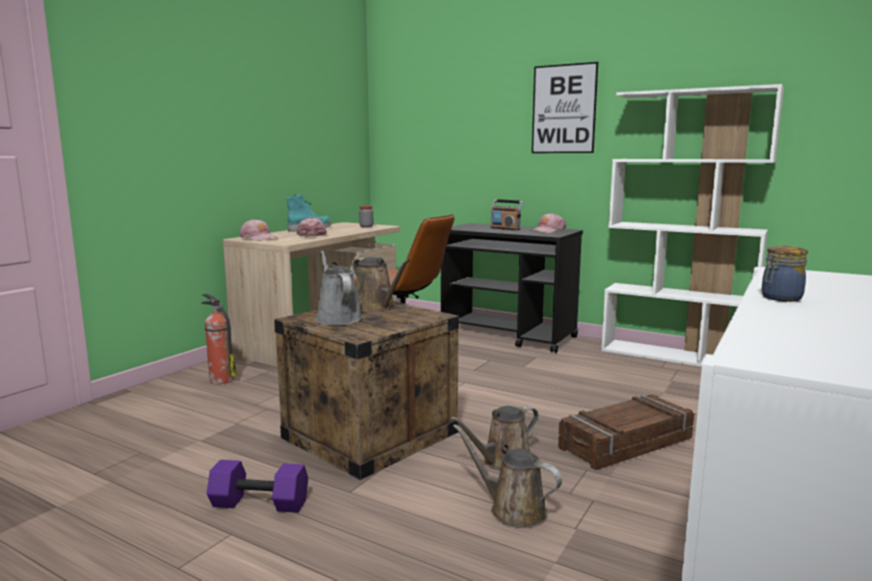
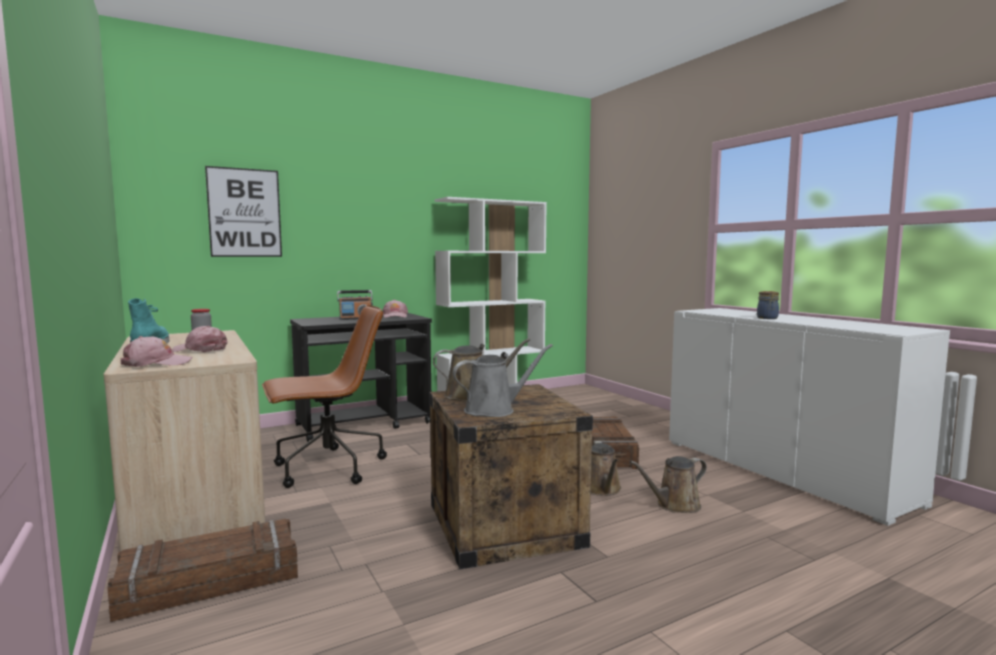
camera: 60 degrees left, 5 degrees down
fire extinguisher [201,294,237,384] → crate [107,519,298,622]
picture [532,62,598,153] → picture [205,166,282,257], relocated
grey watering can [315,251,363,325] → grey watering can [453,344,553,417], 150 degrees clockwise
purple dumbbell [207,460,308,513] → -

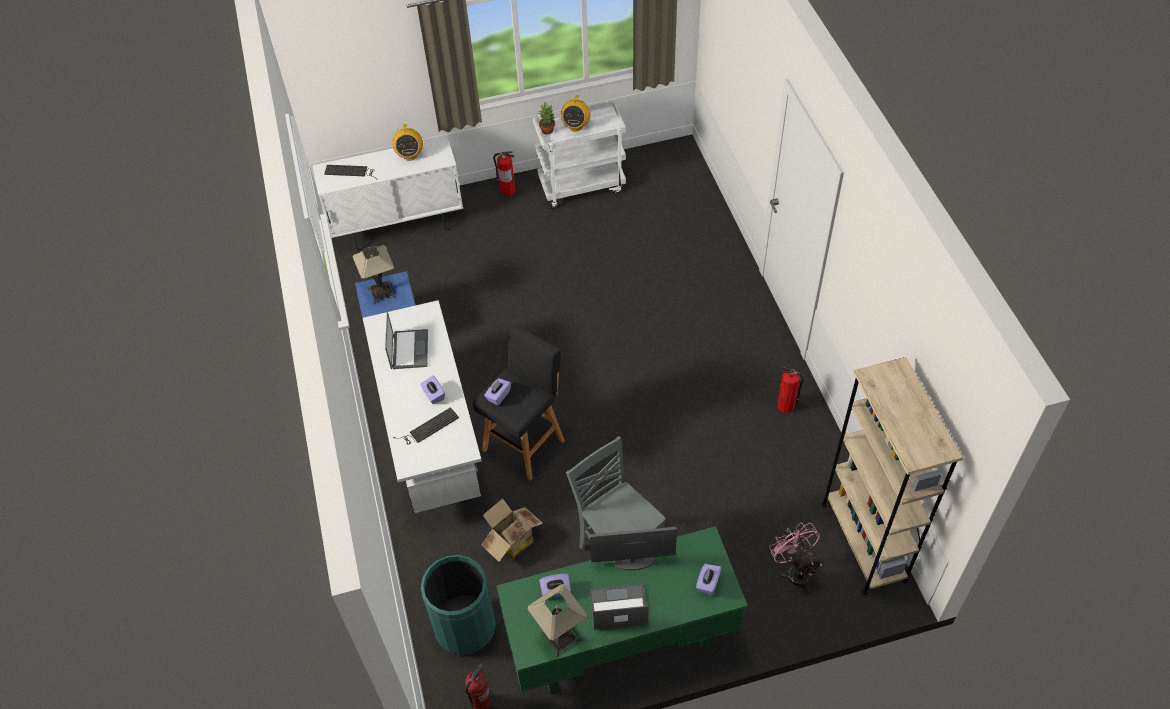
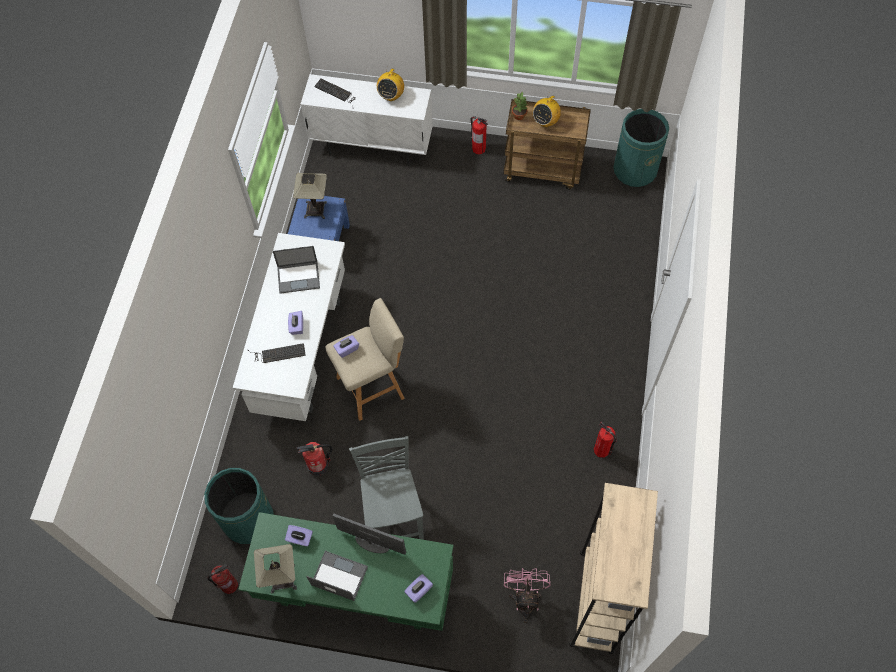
camera: 25 degrees right, 10 degrees up
laptop [385,312,428,369] → laptop [273,246,320,294], 60 degrees clockwise
cardboard box [481,498,543,562] → fire extinguisher [296,442,332,475]
black stool [473,325,565,481] → beige stool [325,298,405,421]
white cart [533,100,626,209] → brown cart [504,99,591,190]
- → green trash can [614,109,669,187]

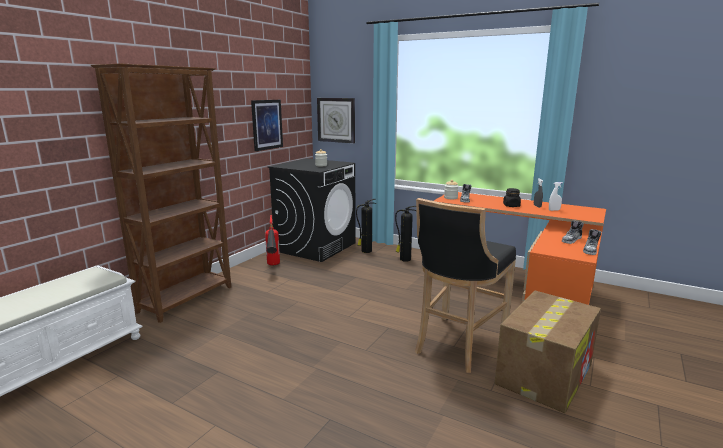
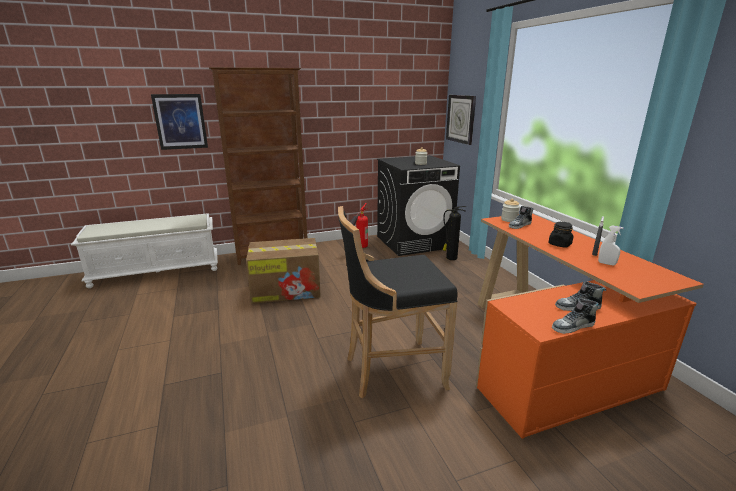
camera: 40 degrees right, 5 degrees up
picture [251,100,283,151] → picture [151,94,208,150], relocated
cardboard box [495,291,601,413] → cardboard box [246,238,321,304], relocated
fire extinguisher [395,206,416,262] → -

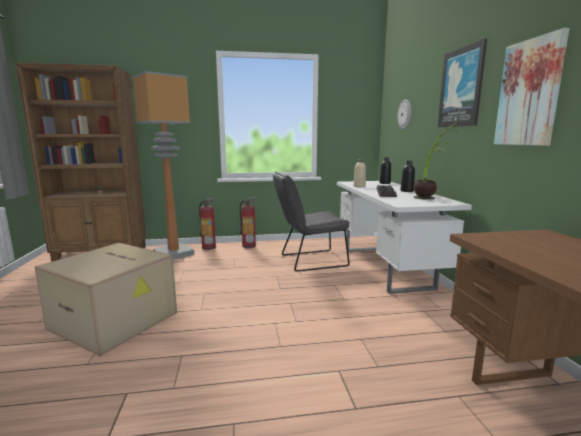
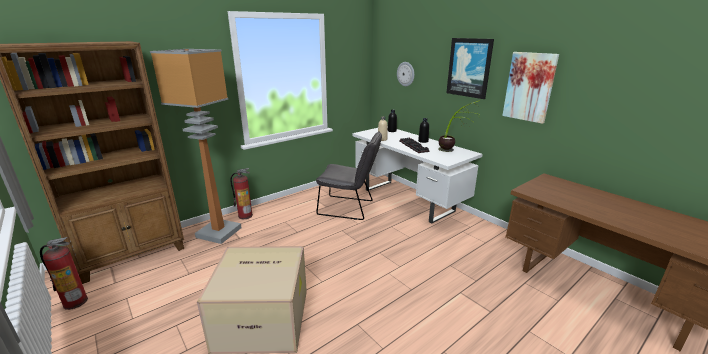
camera: 30 degrees left, 10 degrees up
fire extinguisher [240,197,257,248] → fire extinguisher [40,237,88,310], relocated
grey chair [273,171,350,272] → grey chair [316,131,382,220], 120 degrees counterclockwise

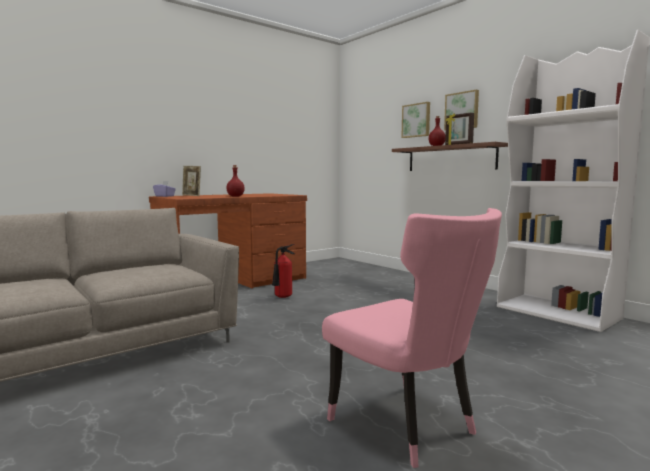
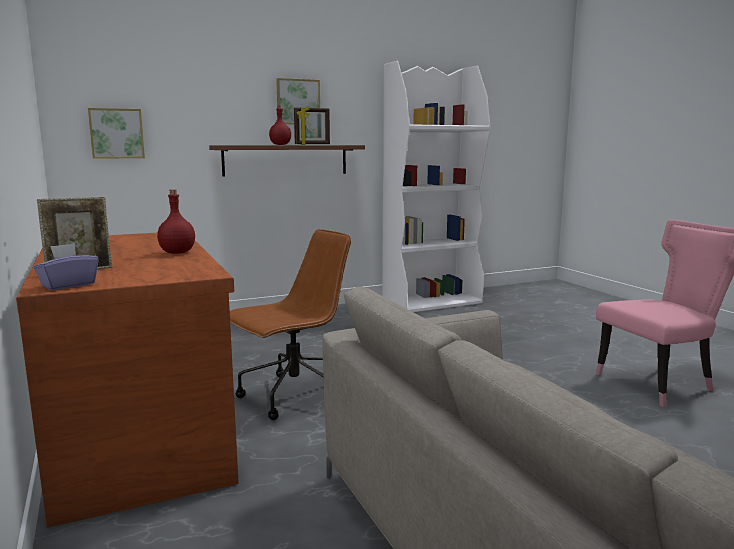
camera: 75 degrees left, 5 degrees up
picture [401,102,430,138] → picture [88,108,145,159], relocated
fire extinguisher [272,244,295,298] → brown office chair [230,229,351,420]

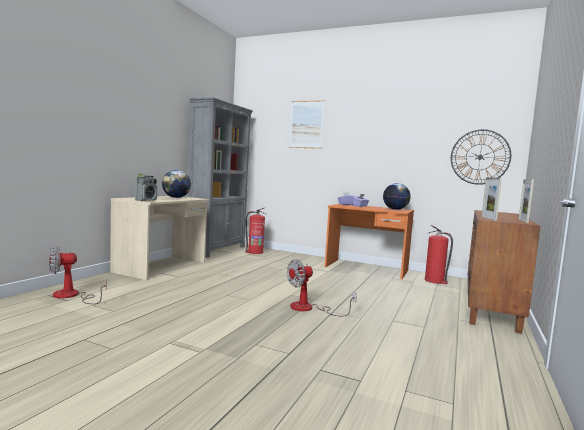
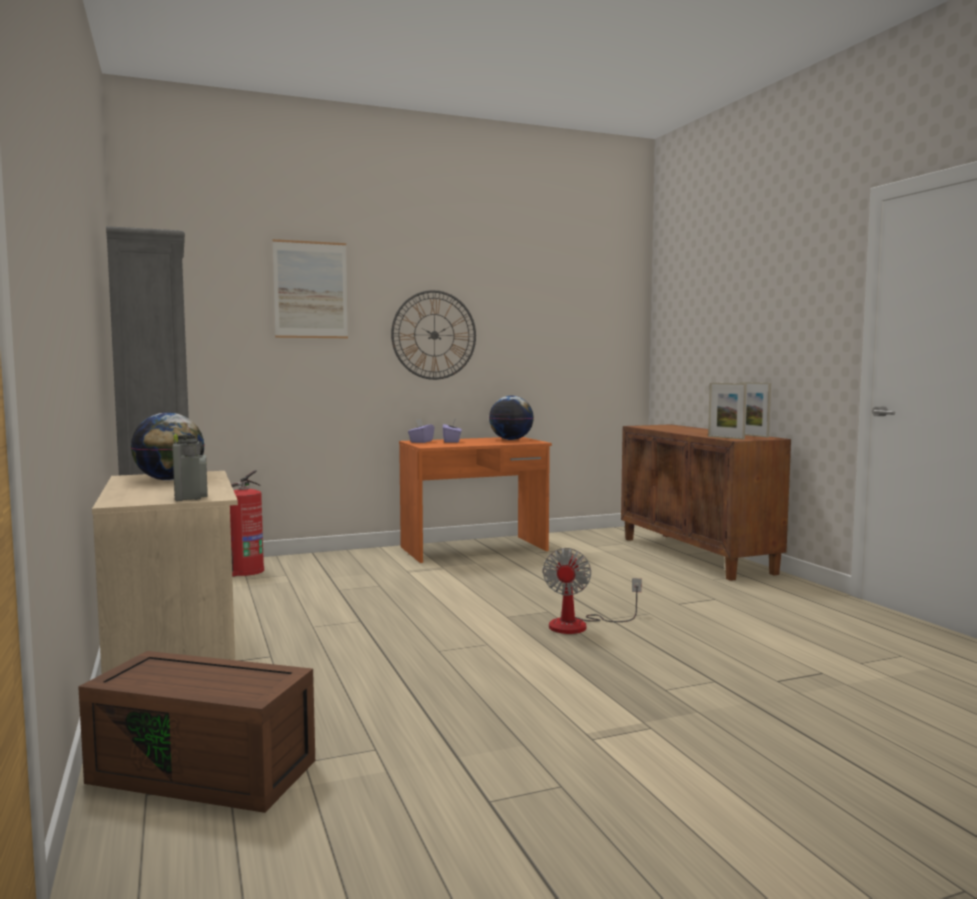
camera: 45 degrees left, 0 degrees up
fan [49,245,107,304] → brown storage box [78,651,315,813]
wall clock [451,129,511,185] → wall clock [391,290,476,380], relocated
fire extinguisher [425,225,453,284] → -

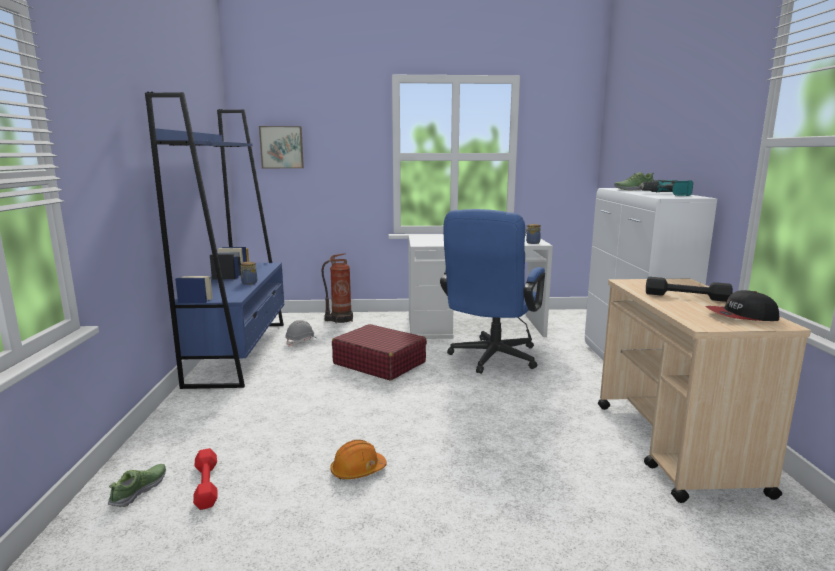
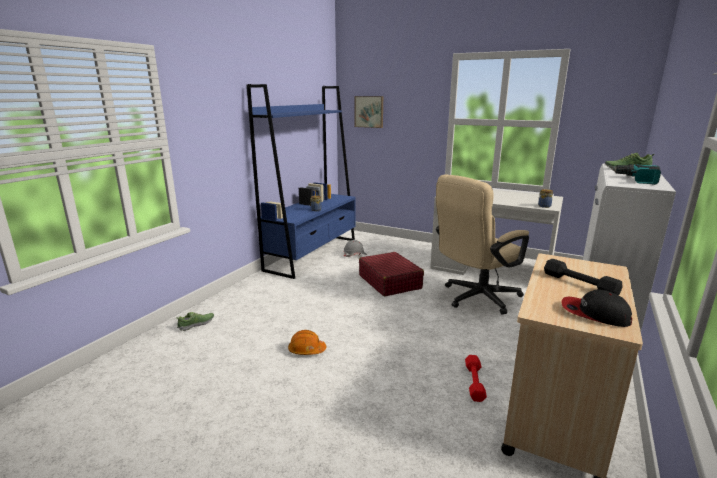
camera: 30 degrees right, 5 degrees up
blue office chair [440,209,545,374] → beige office chair [436,175,529,314]
red dumbbell [193,448,218,510] → red dumbbell [465,355,487,402], relocated
fire extinguisher [322,253,353,323] → -

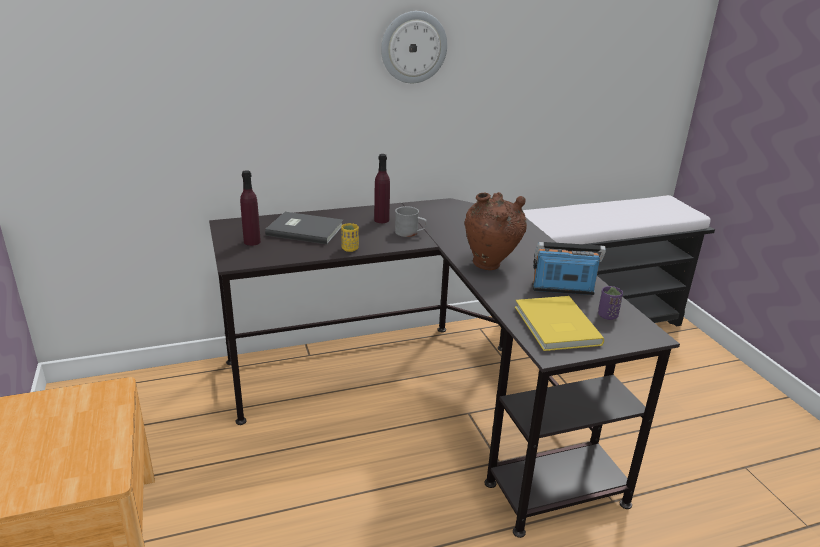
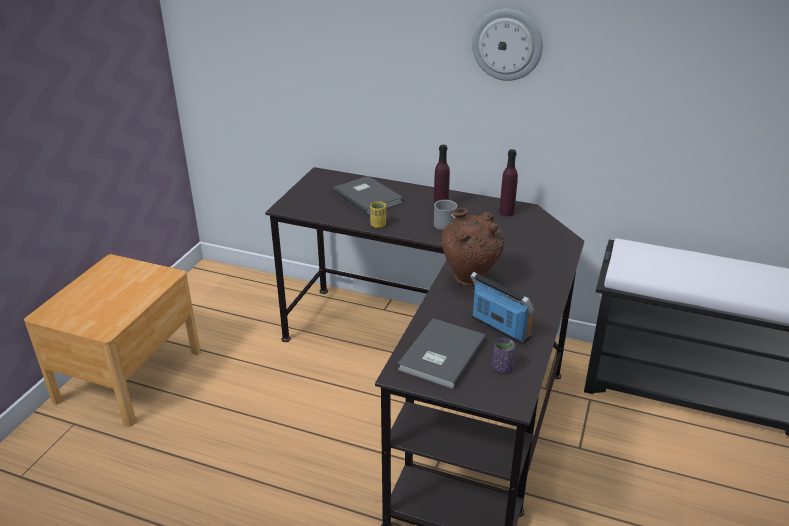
camera: 40 degrees right, 5 degrees up
yellow book [515,296,604,351] → grey book [398,319,486,389]
purple bottle [240,170,261,246] → purple bottle [499,149,518,216], relocated

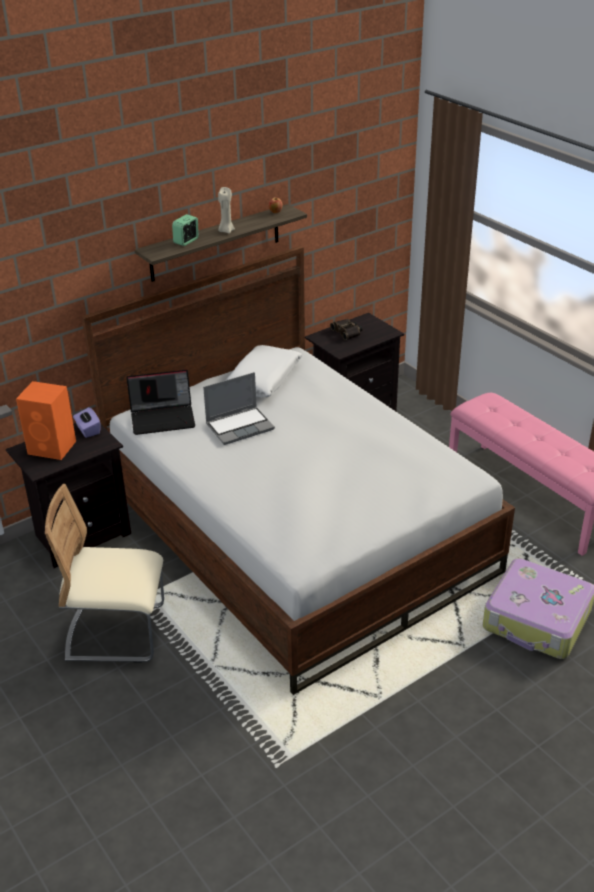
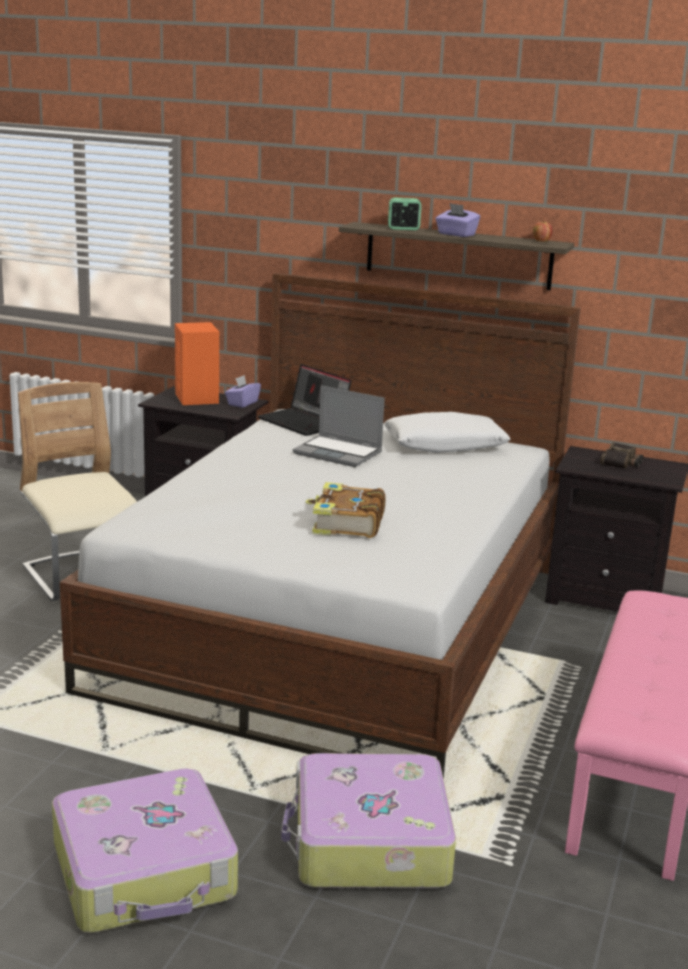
camera: 55 degrees right, 15 degrees down
- → suitcase [52,768,238,933]
- → book [305,482,386,538]
beige candle [218,187,235,234] → purple tissue box [436,203,480,237]

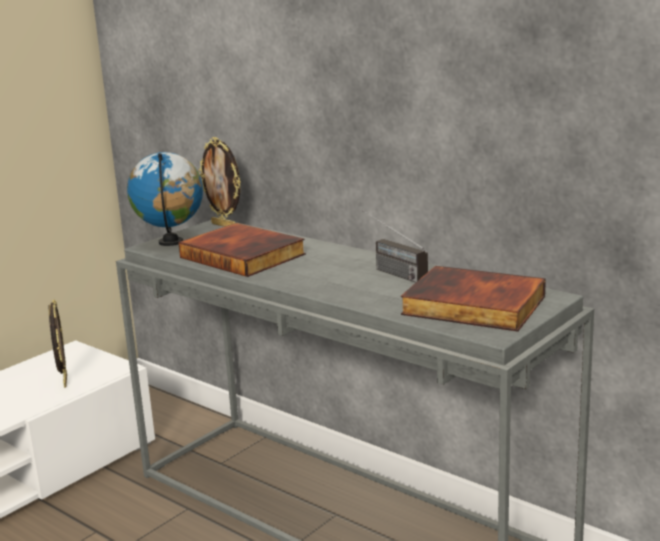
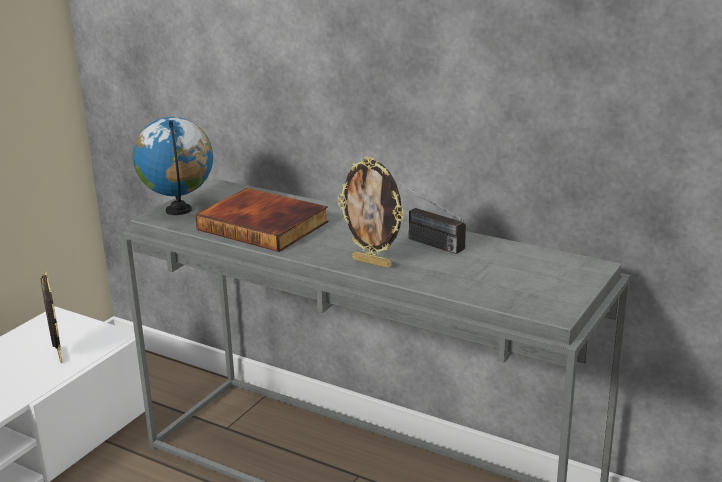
camera: 10 degrees left, 5 degrees up
picture frame [198,137,241,227] → picture frame [338,157,404,268], relocated
book [401,266,546,332] → -

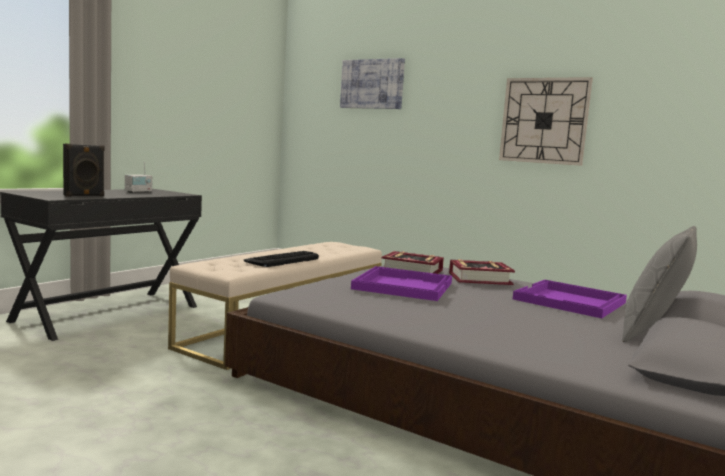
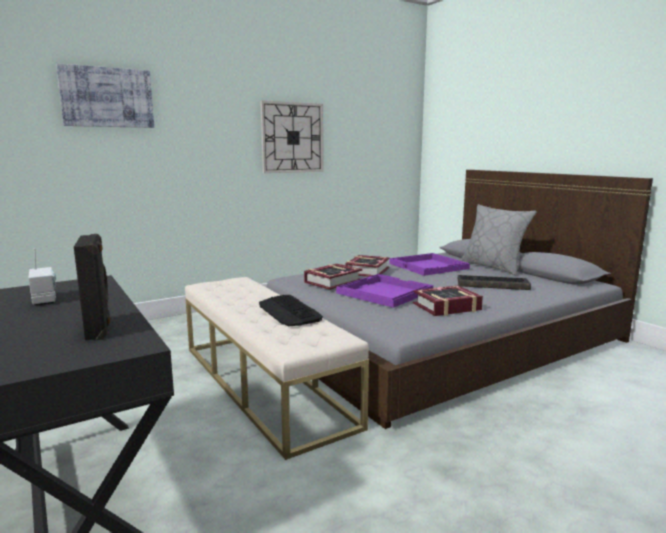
camera: 65 degrees left, 5 degrees up
- → book [413,286,483,316]
- → keyboard [458,275,531,290]

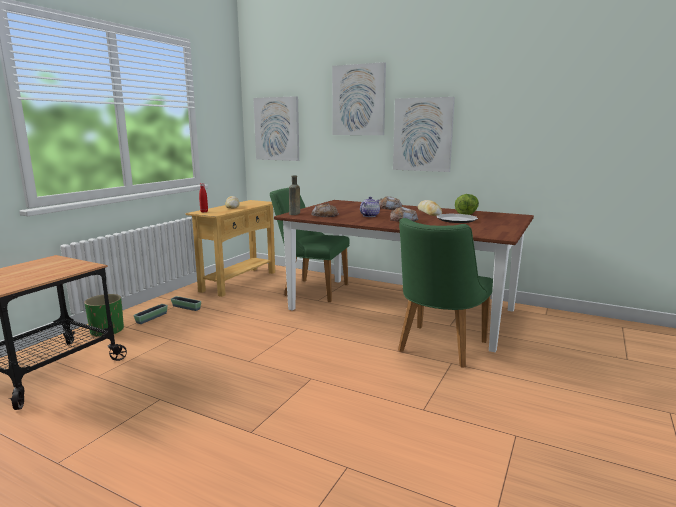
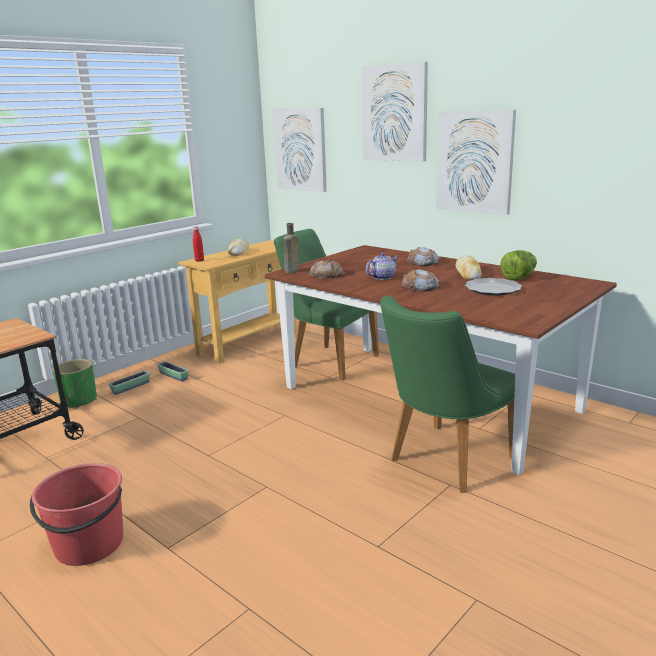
camera: 15 degrees right, 5 degrees up
- → red bucket [30,463,123,566]

